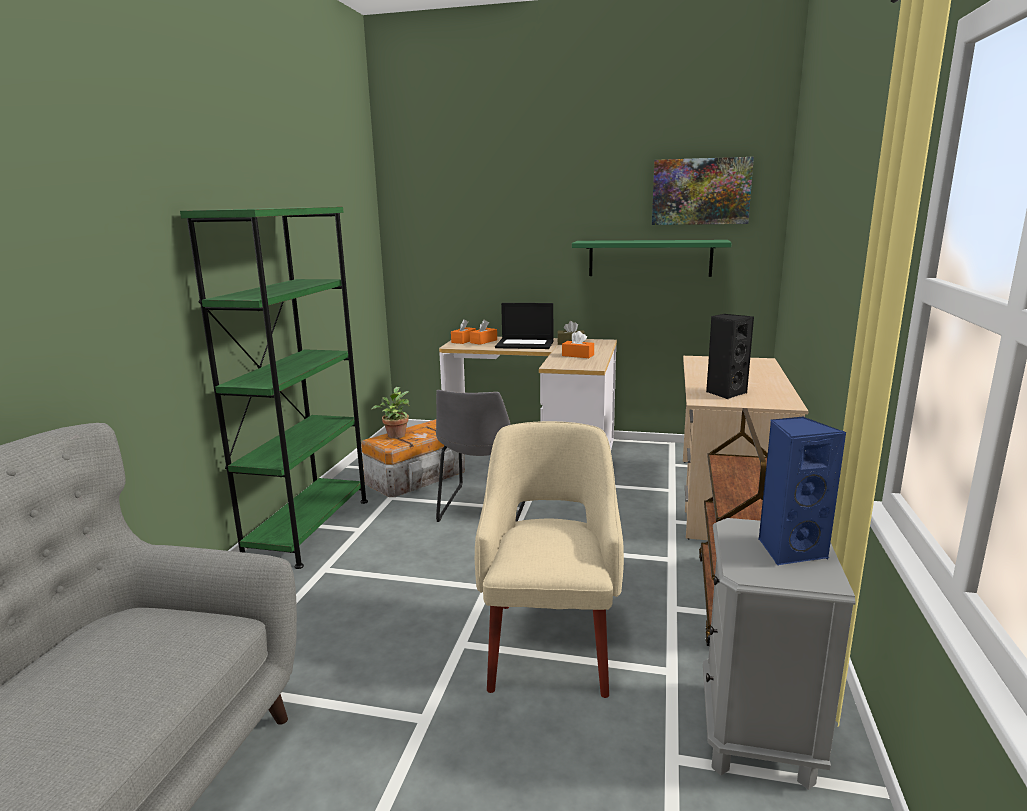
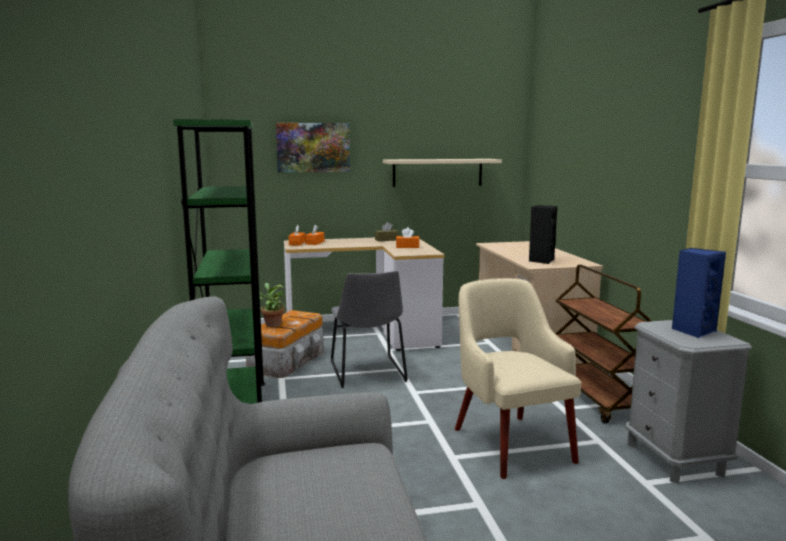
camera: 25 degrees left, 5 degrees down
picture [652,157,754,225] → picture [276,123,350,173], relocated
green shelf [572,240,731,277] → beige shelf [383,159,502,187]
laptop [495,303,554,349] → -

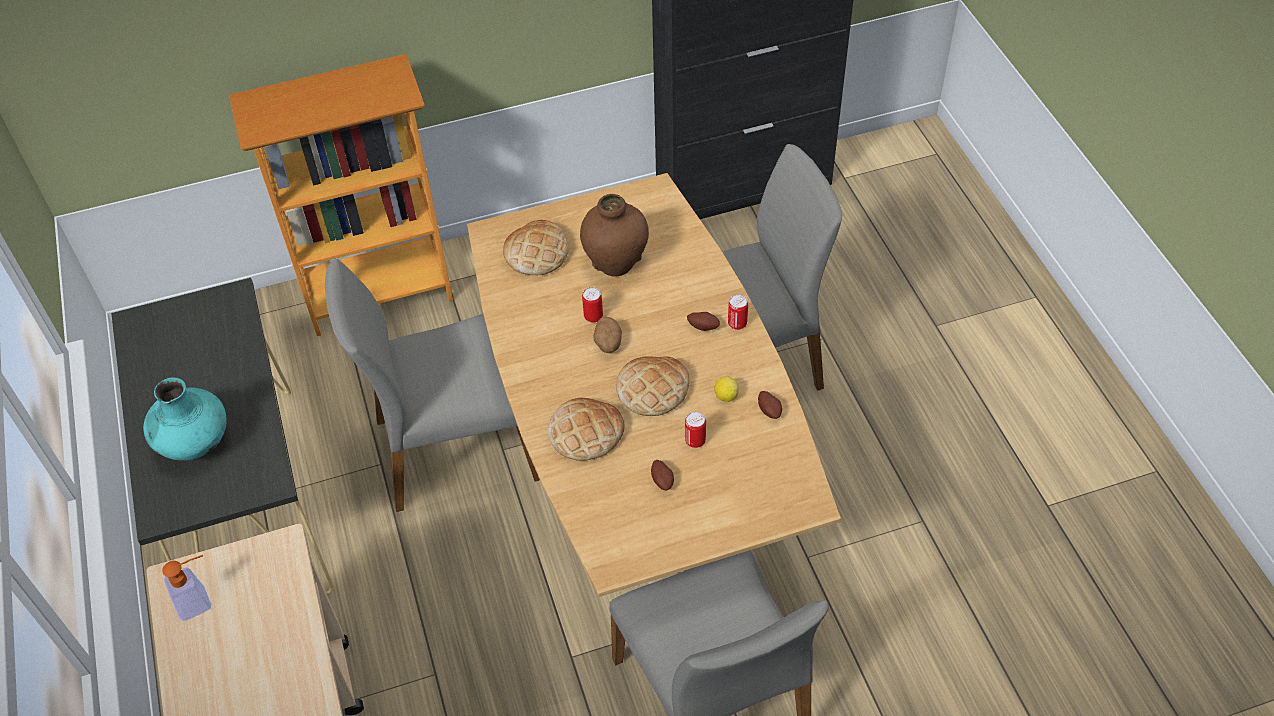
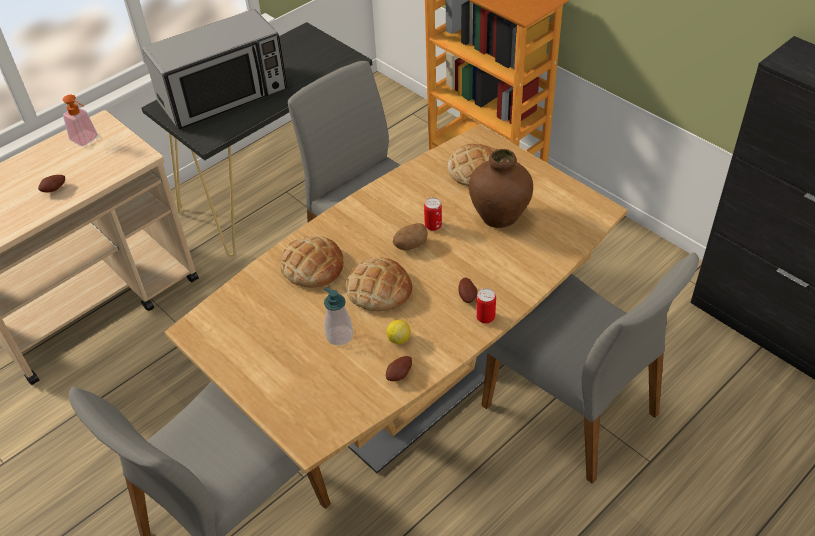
camera: 65 degrees right, 5 degrees down
potato [651,460,674,490] → potato [38,175,65,193], relocated
turquoise vase [143,377,227,461] → microwave [142,9,288,129]
can [685,411,706,448] → soap dispenser [324,287,353,346]

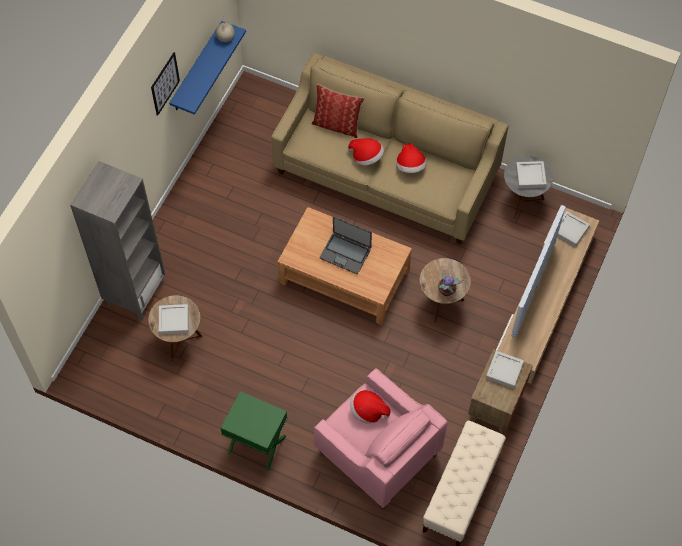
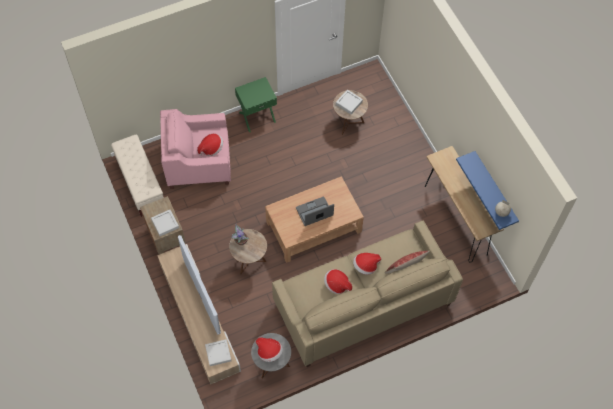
camera: 130 degrees right, 0 degrees up
grey tray [516,161,547,189] → hat [255,337,283,362]
- → brown console table [425,146,504,263]
grey bookcase [70,161,166,321] → -
picture [151,52,180,116] → -

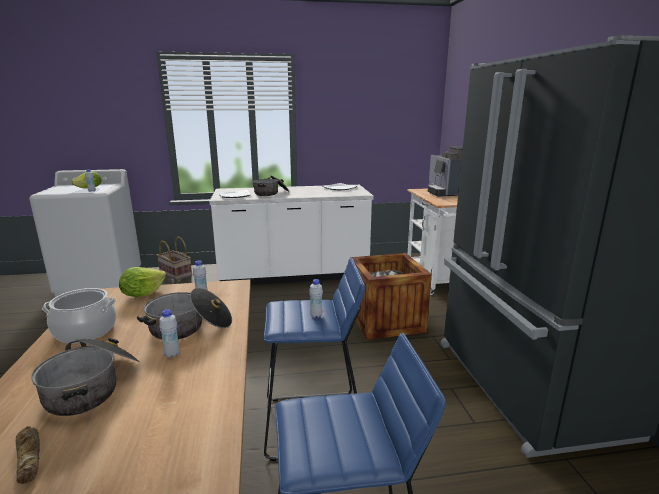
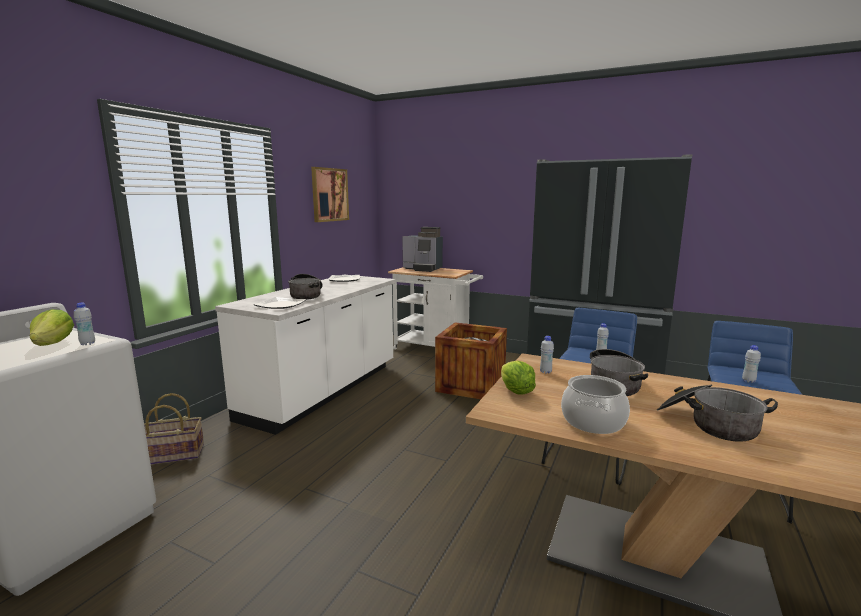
camera: 55 degrees left, 5 degrees down
- → picture [311,167,349,222]
white bottle [159,309,180,358] → white bottle [742,345,761,383], relocated
bread [16,426,40,484] → -

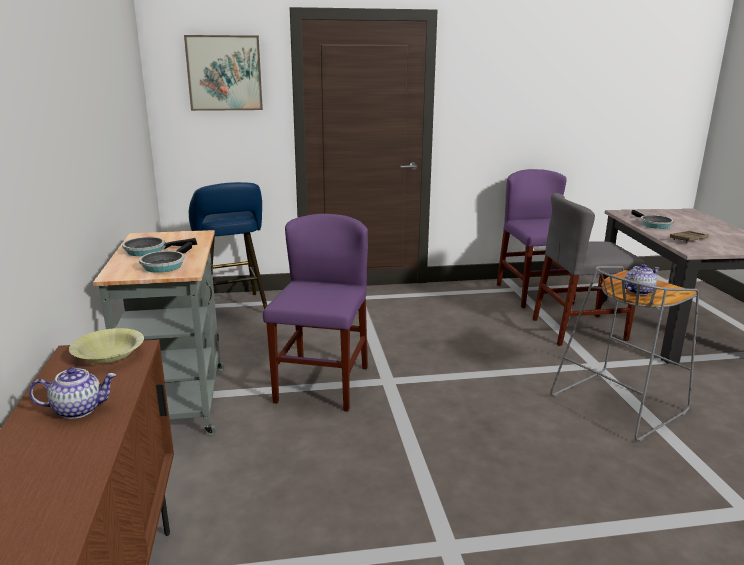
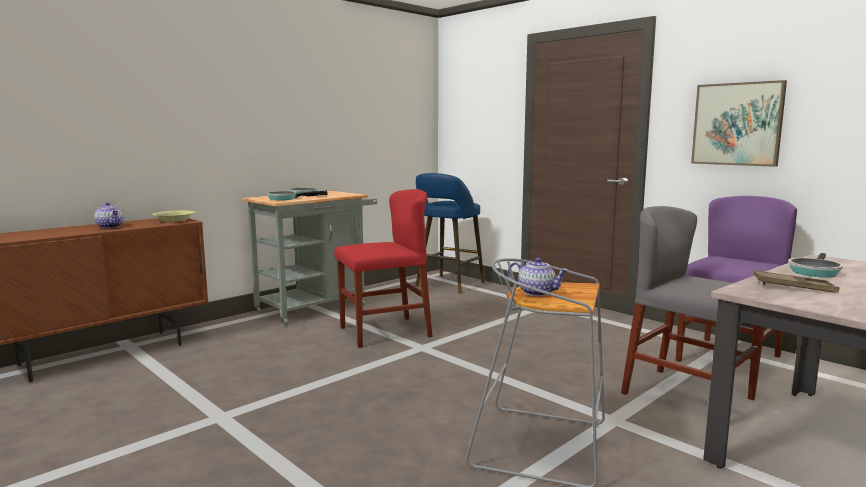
camera: 55 degrees right, 10 degrees down
purple chair [263,214,368,411] → red chair [334,189,432,348]
picture [184,35,263,111] → picture [691,80,787,167], relocated

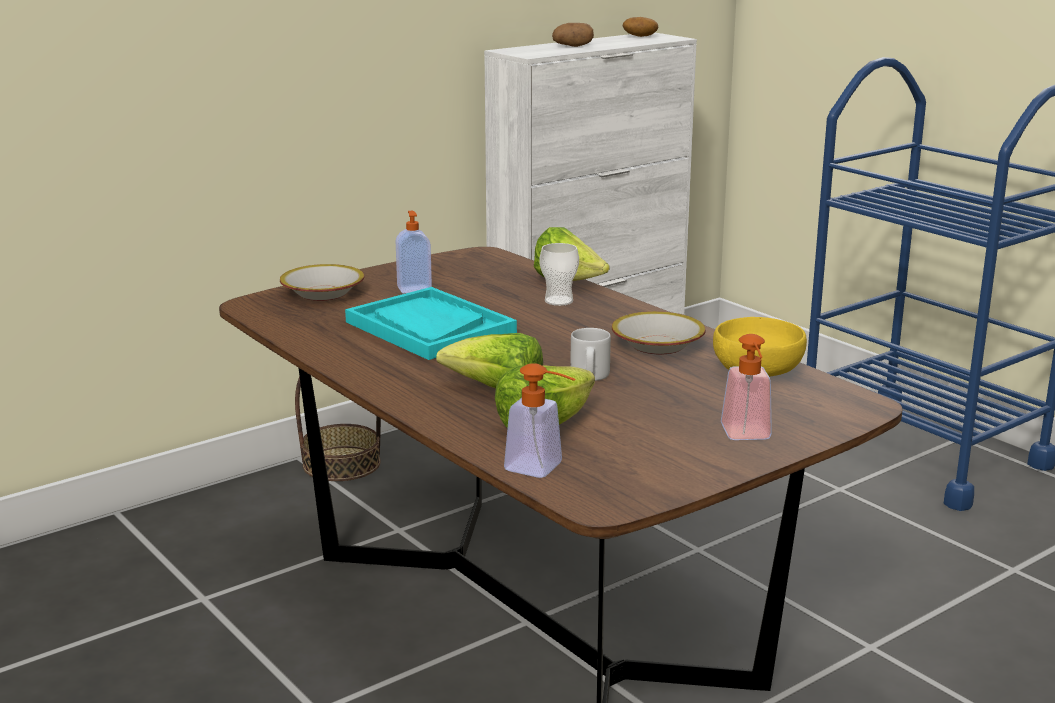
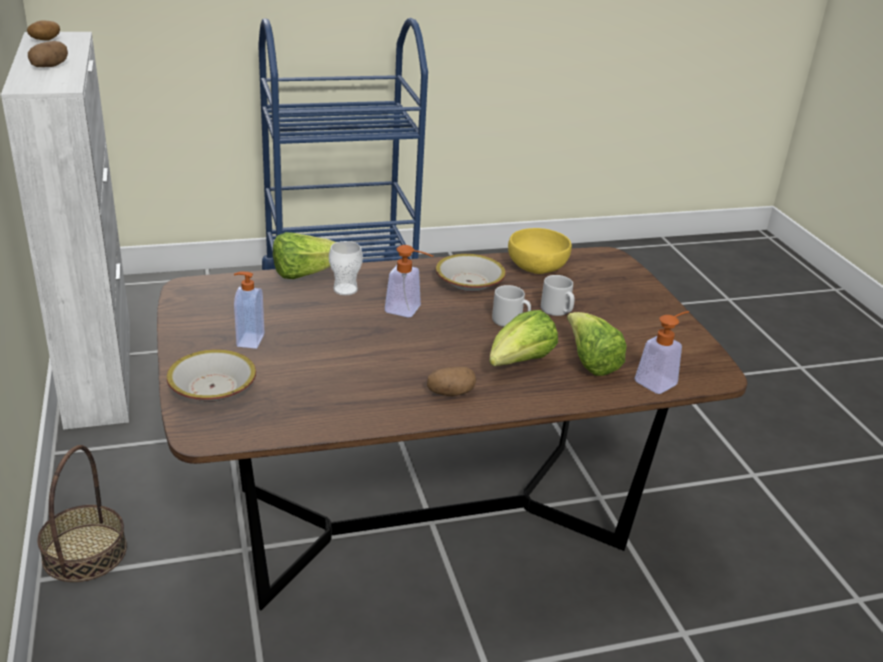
camera: 70 degrees left, 10 degrees up
soap dispenser [721,334,772,440] → soap dispenser [385,245,433,317], relocated
- → potato [427,367,476,396]
- → grey mug [541,275,575,316]
turquoise tray [345,287,517,360] → -

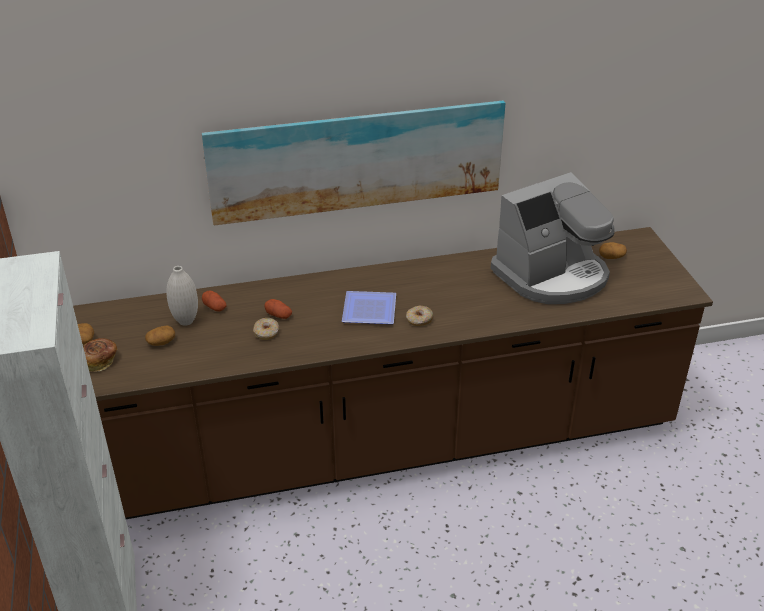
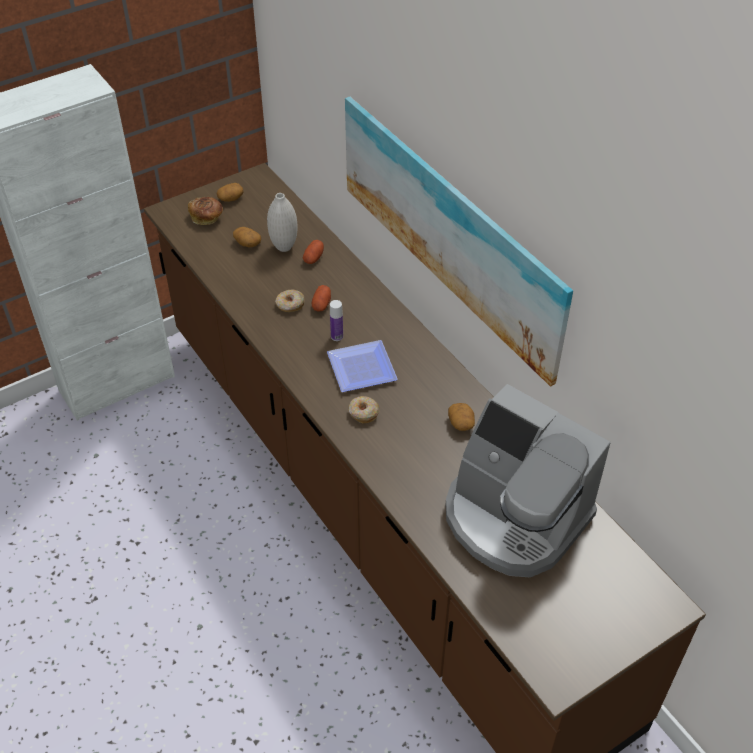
camera: 70 degrees right, 10 degrees up
- → bottle [330,300,343,341]
potato [599,242,627,259] → potato [448,403,475,431], relocated

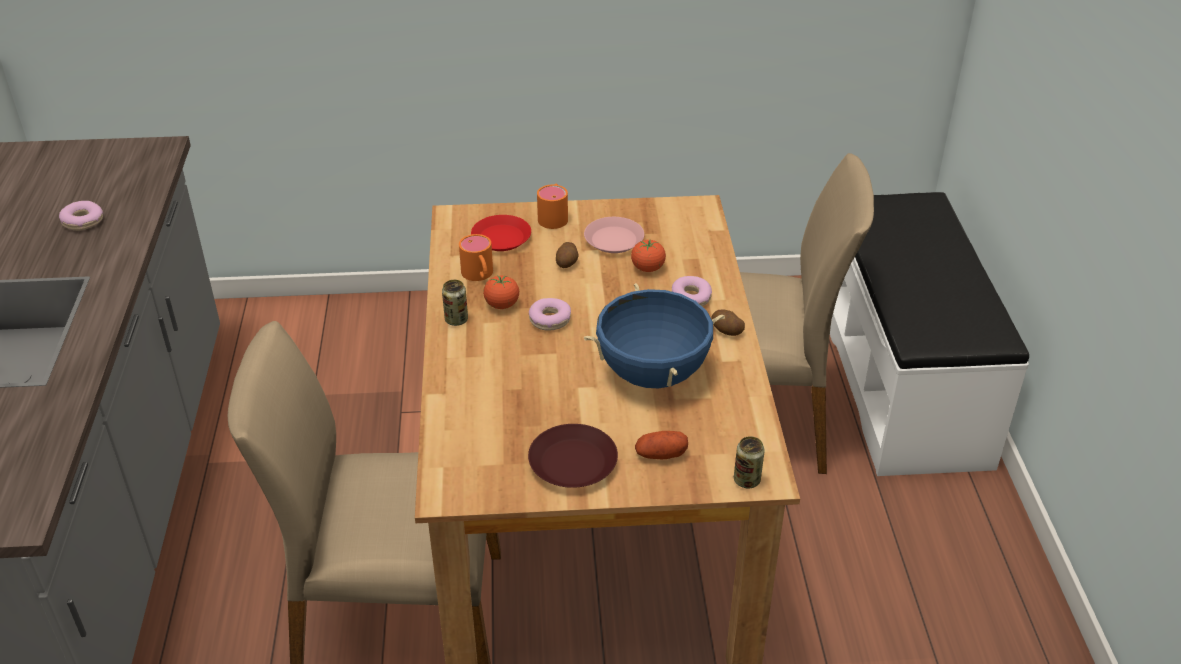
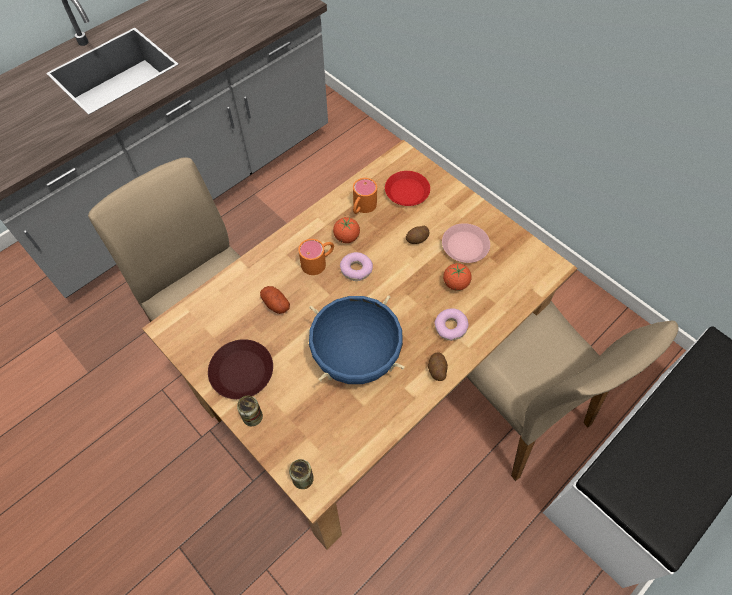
camera: 50 degrees right, 20 degrees up
can [442,280,468,326] → can [237,395,263,426], relocated
potato [635,431,688,460] → potato [260,286,290,314], relocated
orange mug [537,183,568,229] → orange mug [298,239,334,275], relocated
donut [59,201,103,231] → -

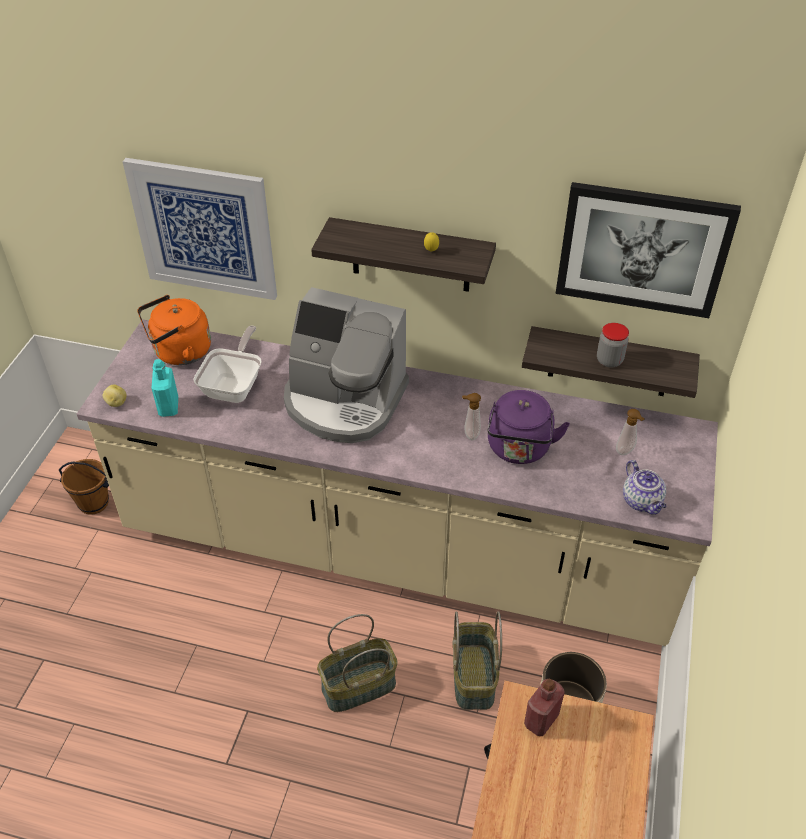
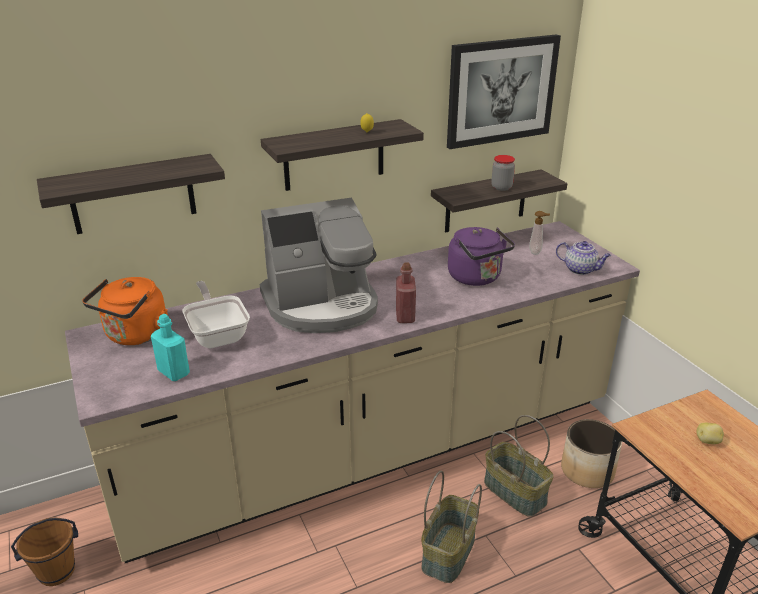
camera: 40 degrees left, 15 degrees down
picture [122,158,277,300] → shelf [37,154,225,234]
red bottle [524,678,565,736] → red bottle [396,263,416,323], relocated
potato [103,385,127,407] → potato [696,423,724,444], relocated
soap dispenser [462,393,481,440] → -

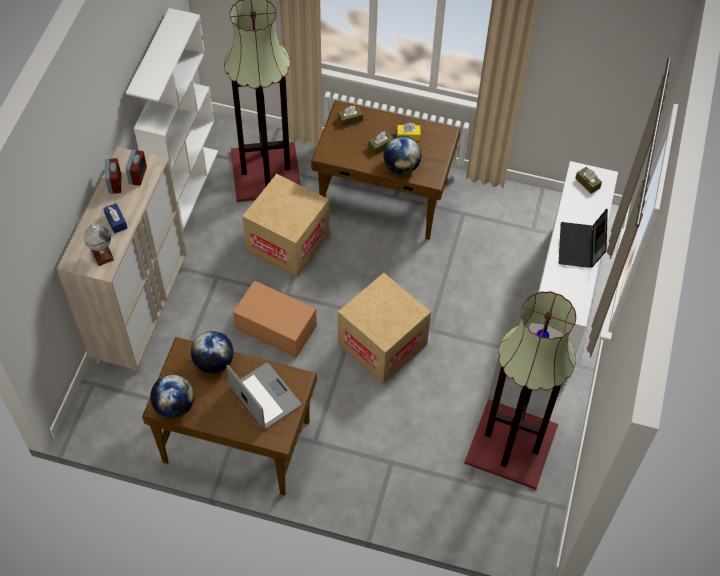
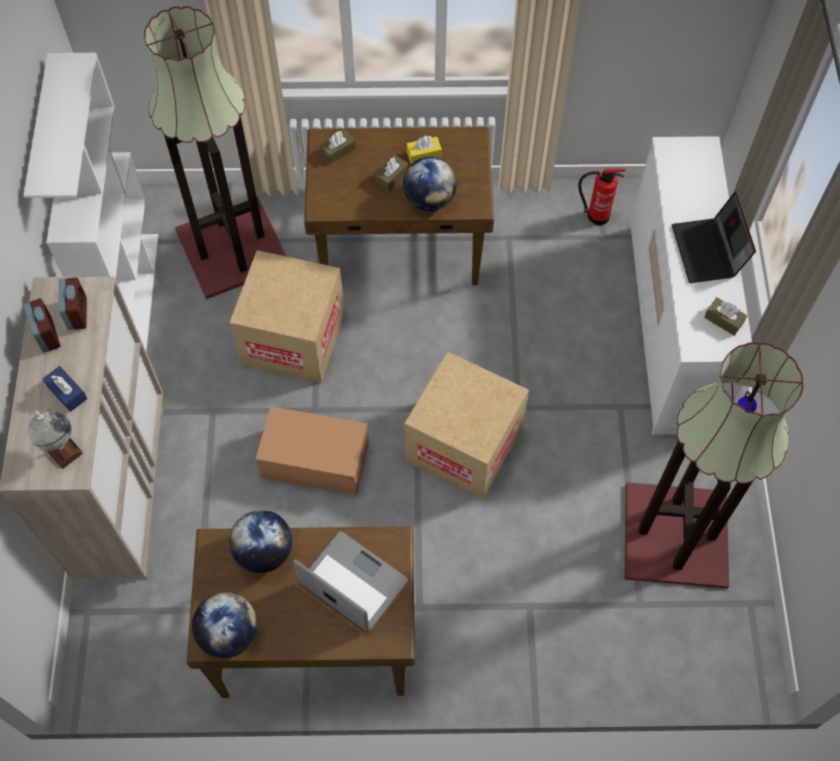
camera: 15 degrees left, 5 degrees up
- → fire extinguisher [578,169,626,225]
brown tissue box [575,167,602,194] → brown tissue box [704,297,747,336], relocated

